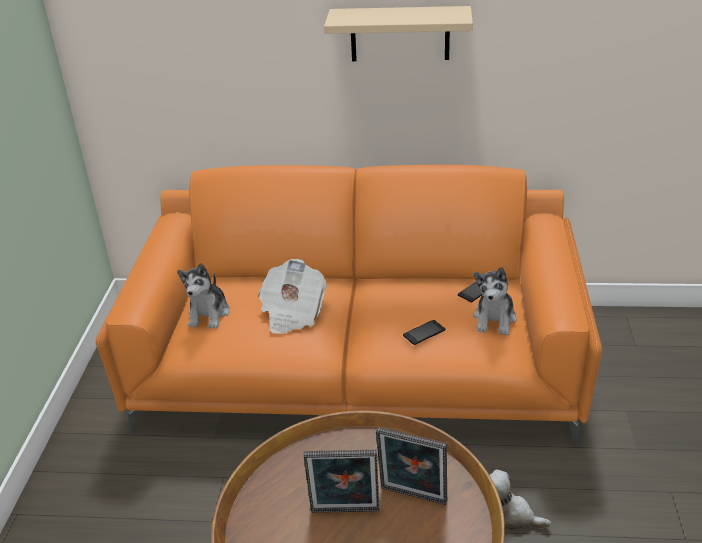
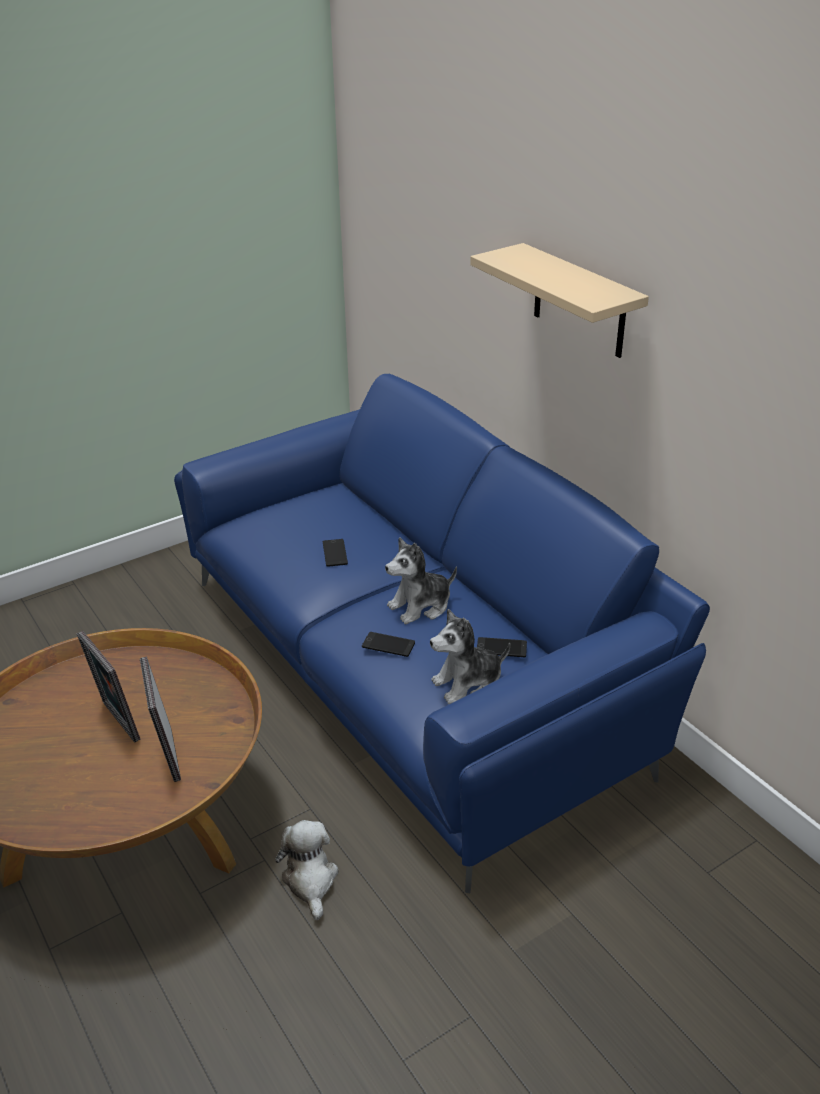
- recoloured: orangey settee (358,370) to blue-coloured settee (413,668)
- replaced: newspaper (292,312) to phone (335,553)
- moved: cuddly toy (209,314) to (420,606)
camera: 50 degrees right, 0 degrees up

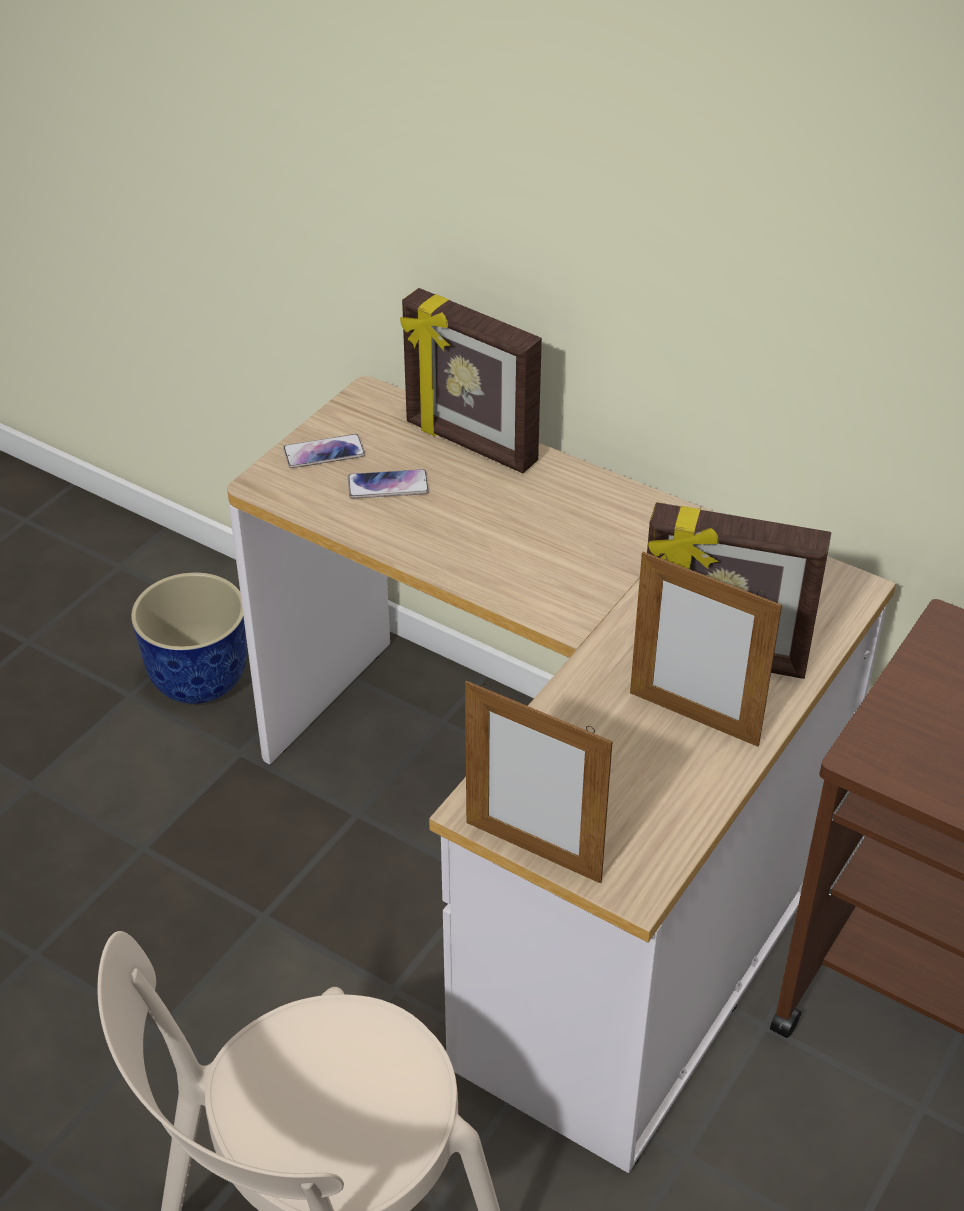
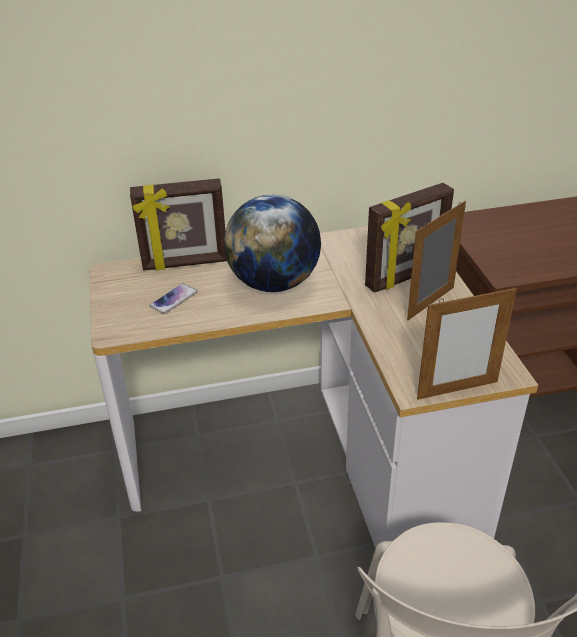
- removed: phone (324,452)
- turned: picture frame (693,718) = (431,303) 150 degrees clockwise
- removed: flower pot (200,679)
- added: desk globe (274,283)
camera: 45 degrees left, 5 degrees down

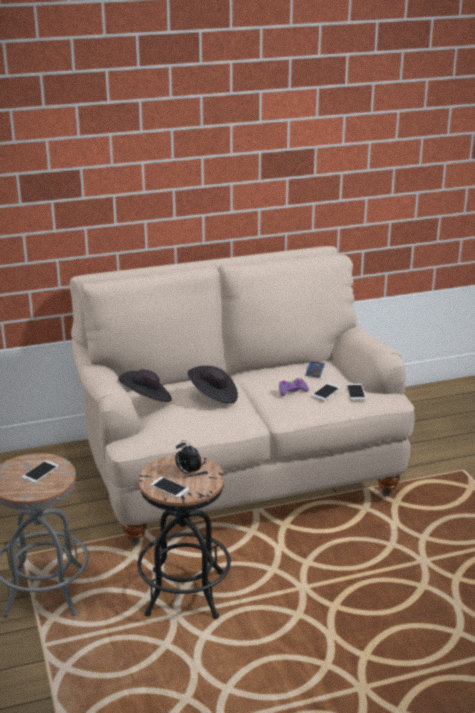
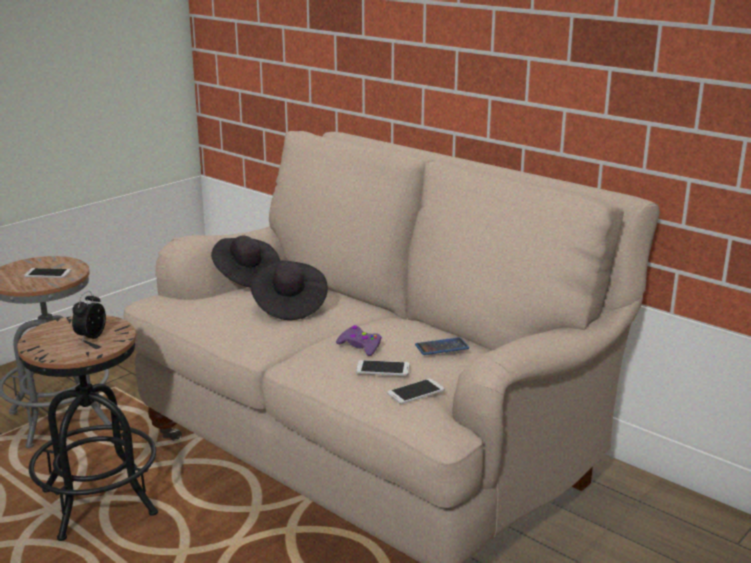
- removed: phone (169,487)
camera: 60 degrees right, 5 degrees down

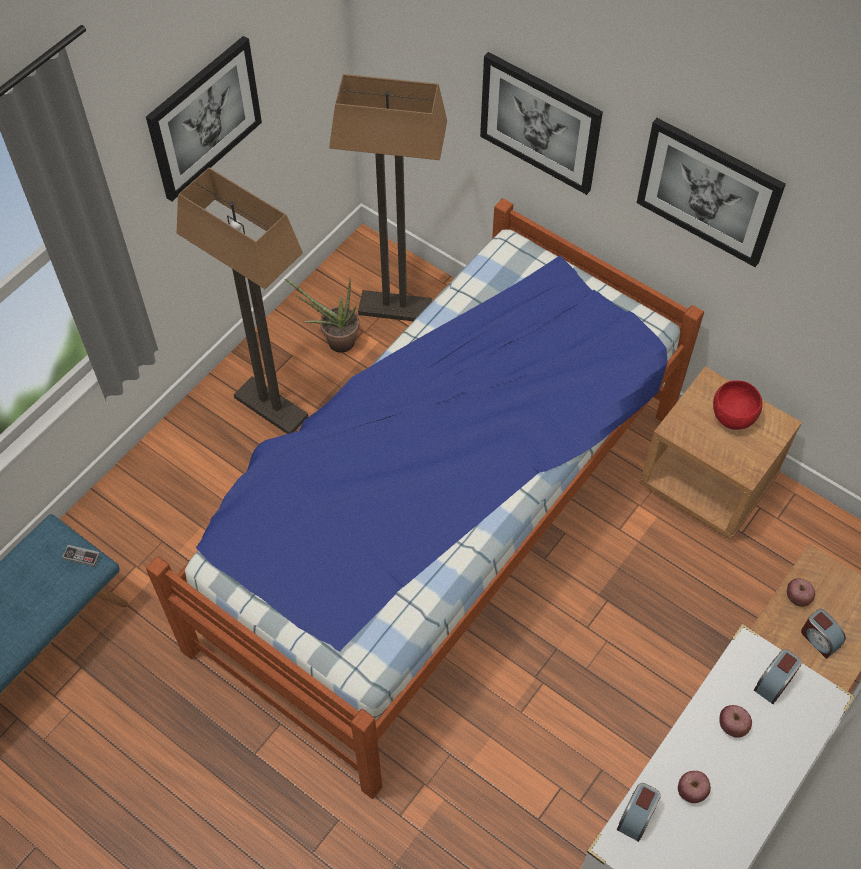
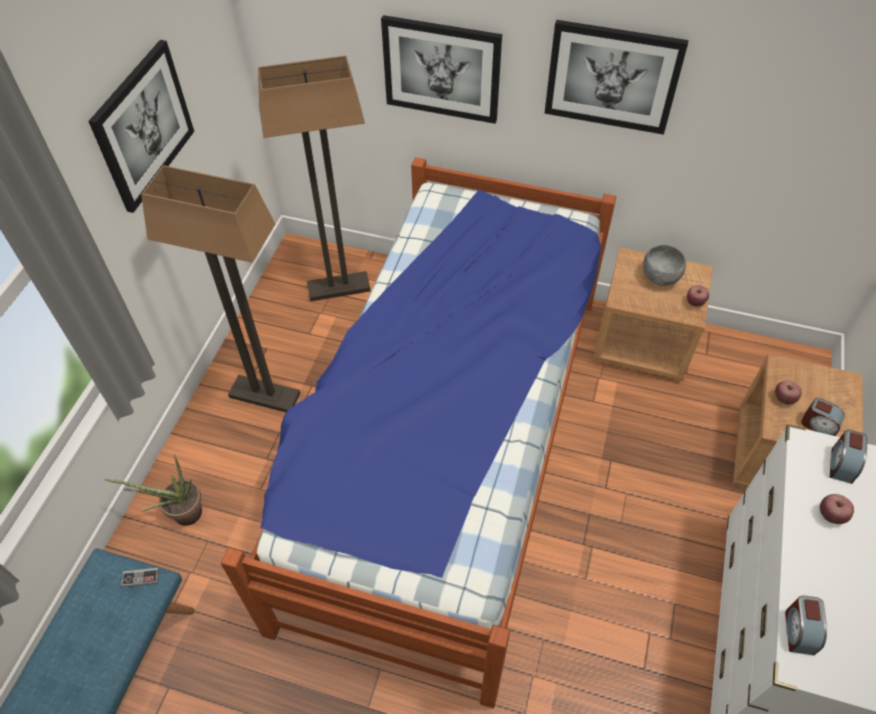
- moved: houseplant (335,341) to (181,515)
- recoloured: red bowl (733,416) to greyish bowl (660,277)
- moved: whole apple (691,791) to (695,302)
camera: 20 degrees left, 5 degrees down

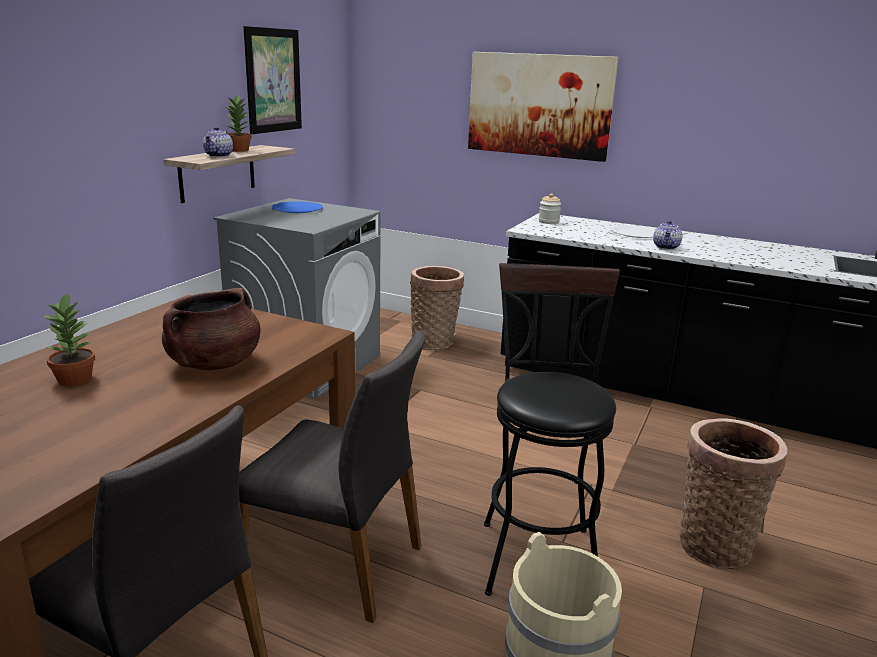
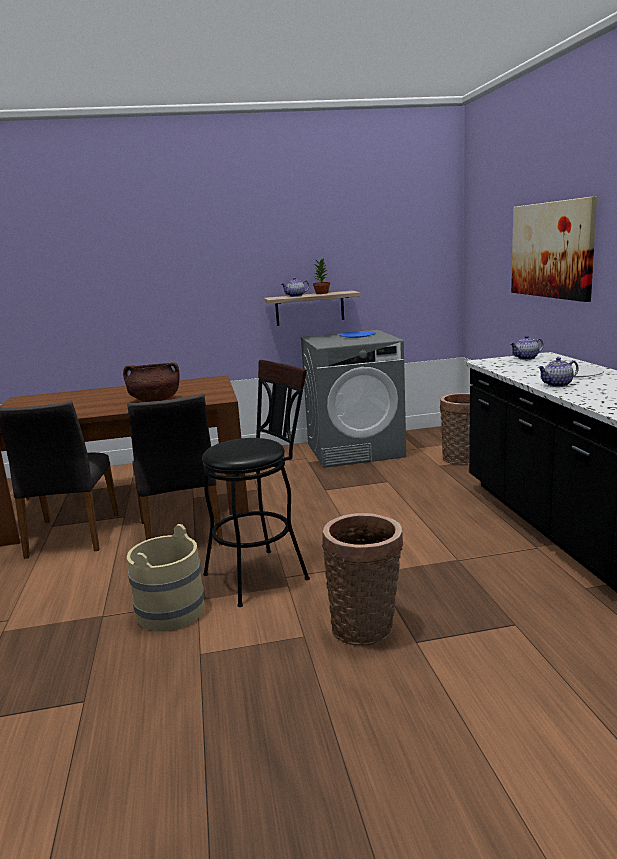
- removed: picture (273,80)
- replaced: jar (548,222) to teapot (526,358)
- removed: houseplant (76,379)
camera: 55 degrees right, 5 degrees down

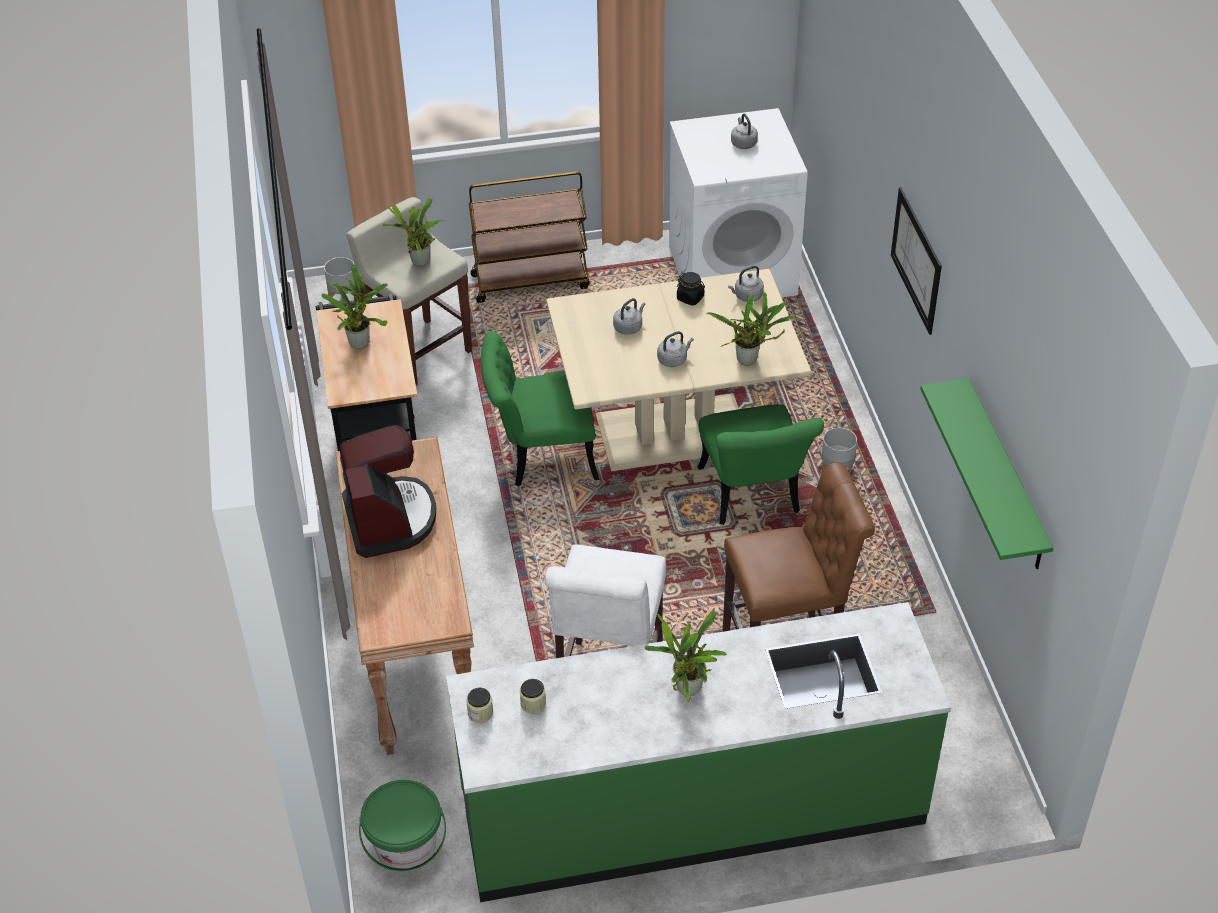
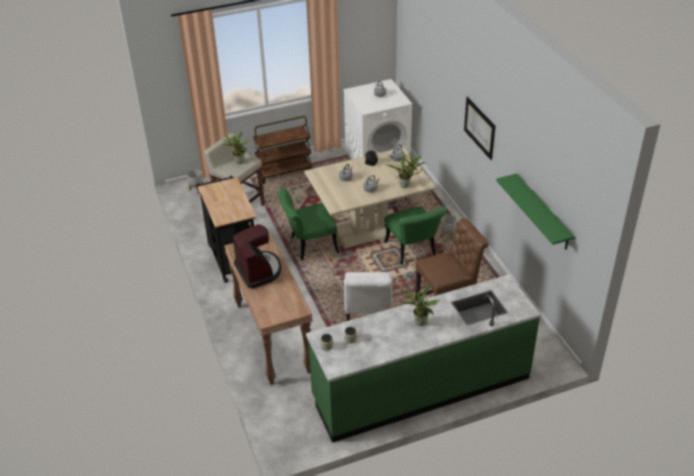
- removed: houseplant (360,341)
- removed: green pail (406,846)
camera: 10 degrees left, 5 degrees down

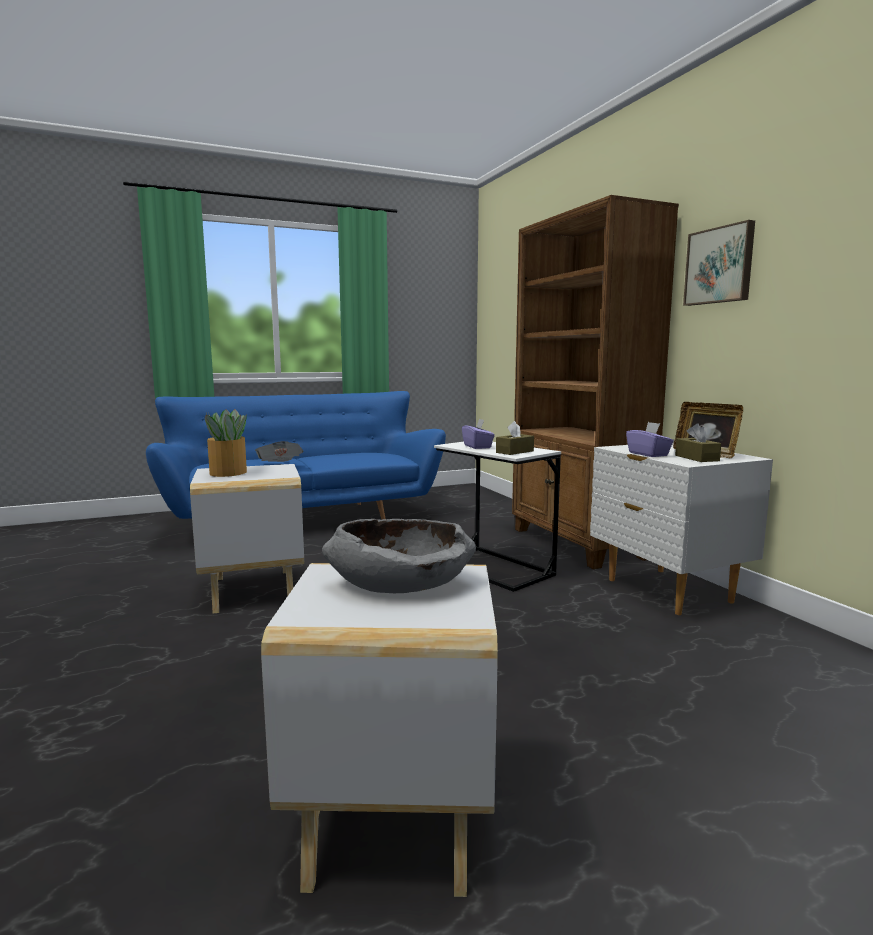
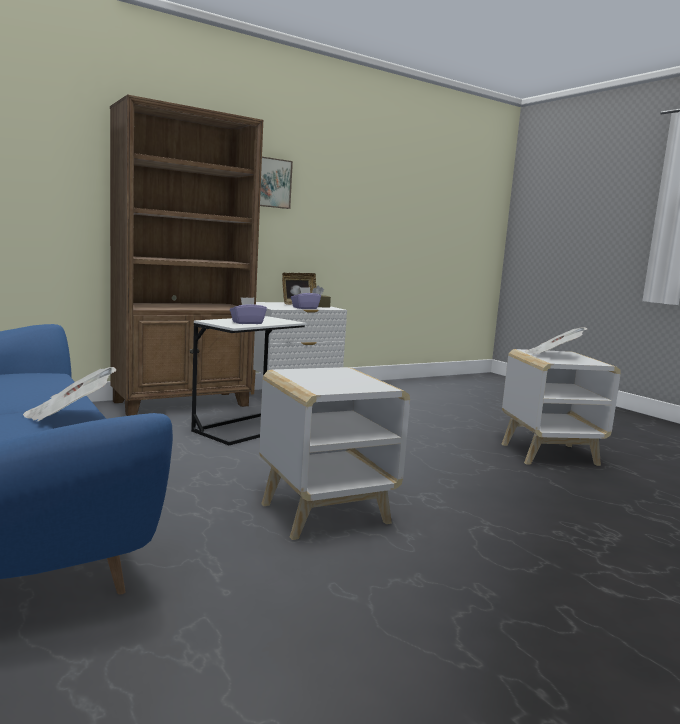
- removed: houseplant (227,473)
- removed: brown box of tissues (514,452)
- replaced: greyish bowl (400,583) to newspaper (552,355)
camera: 100 degrees left, 0 degrees up

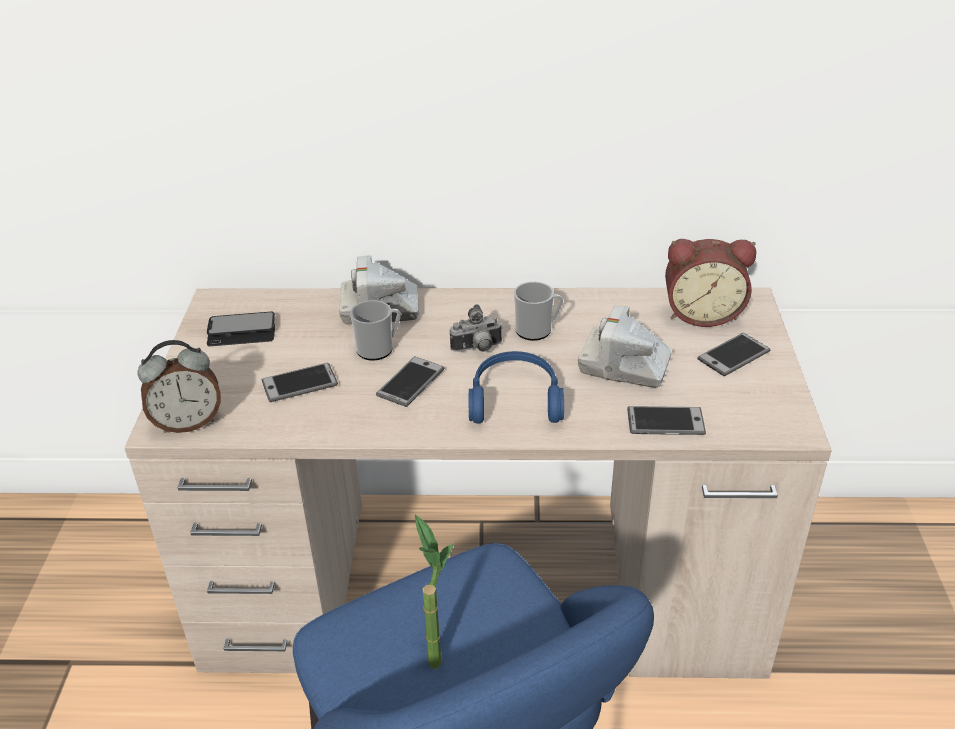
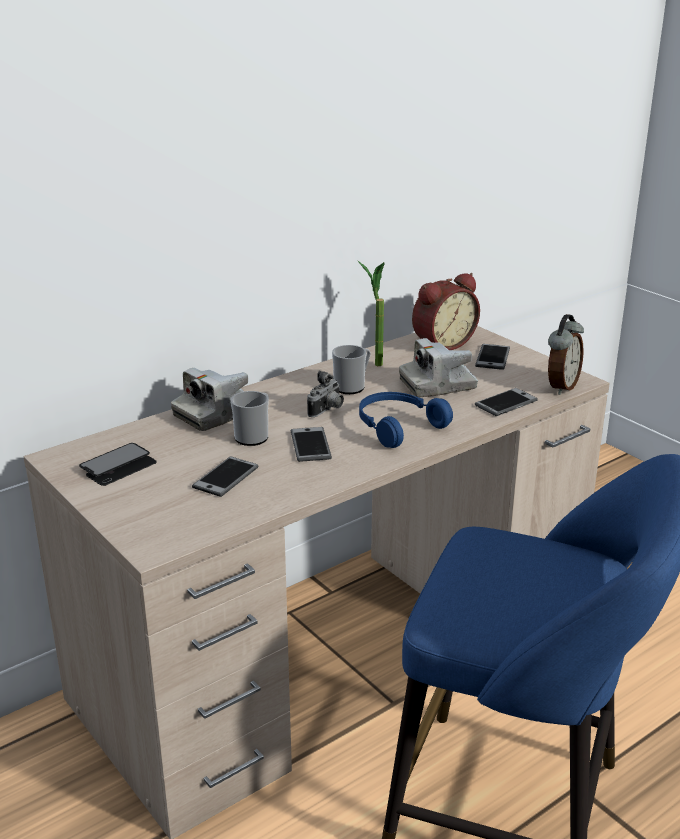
- moved: bedside clock (188,423) to (561,387)
- moved: houseplant (434,651) to (372,362)
camera: 40 degrees left, 10 degrees down

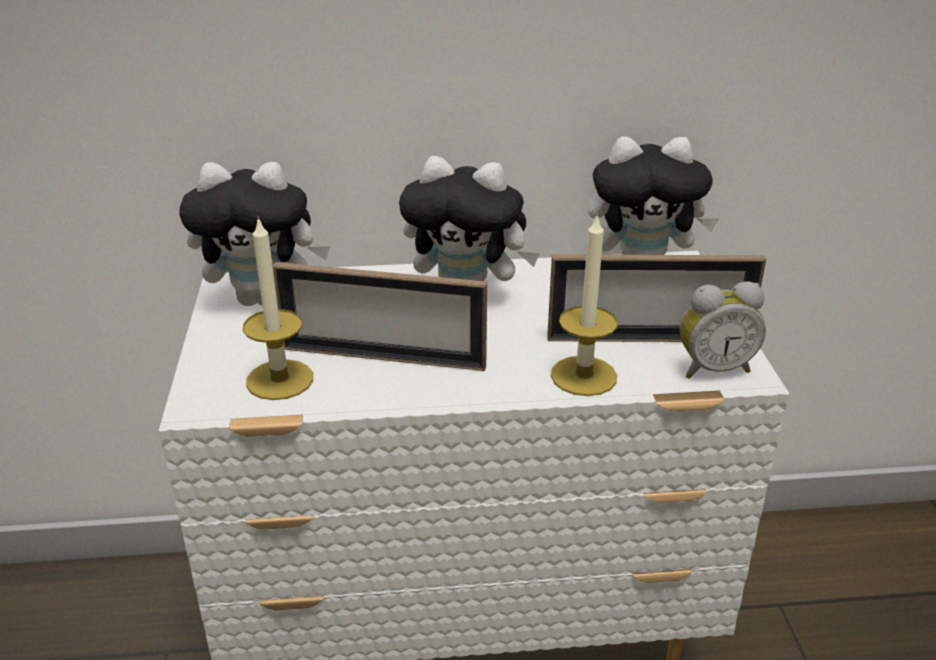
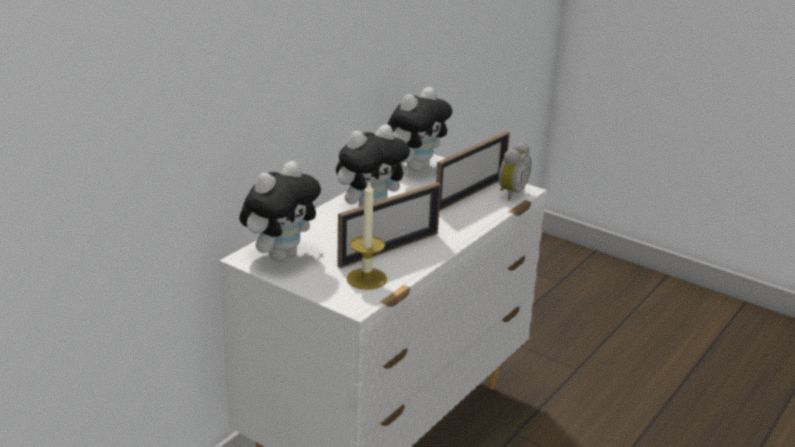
- removed: candle (583,376)
camera: 50 degrees left, 5 degrees down

